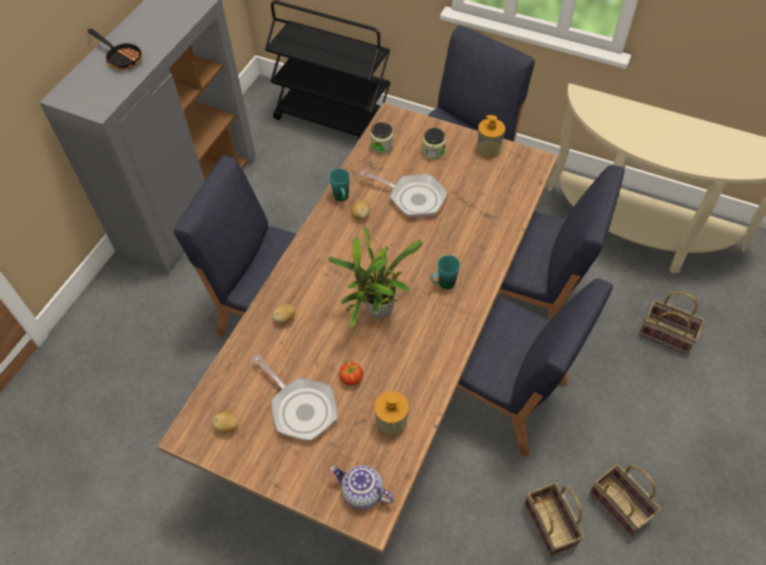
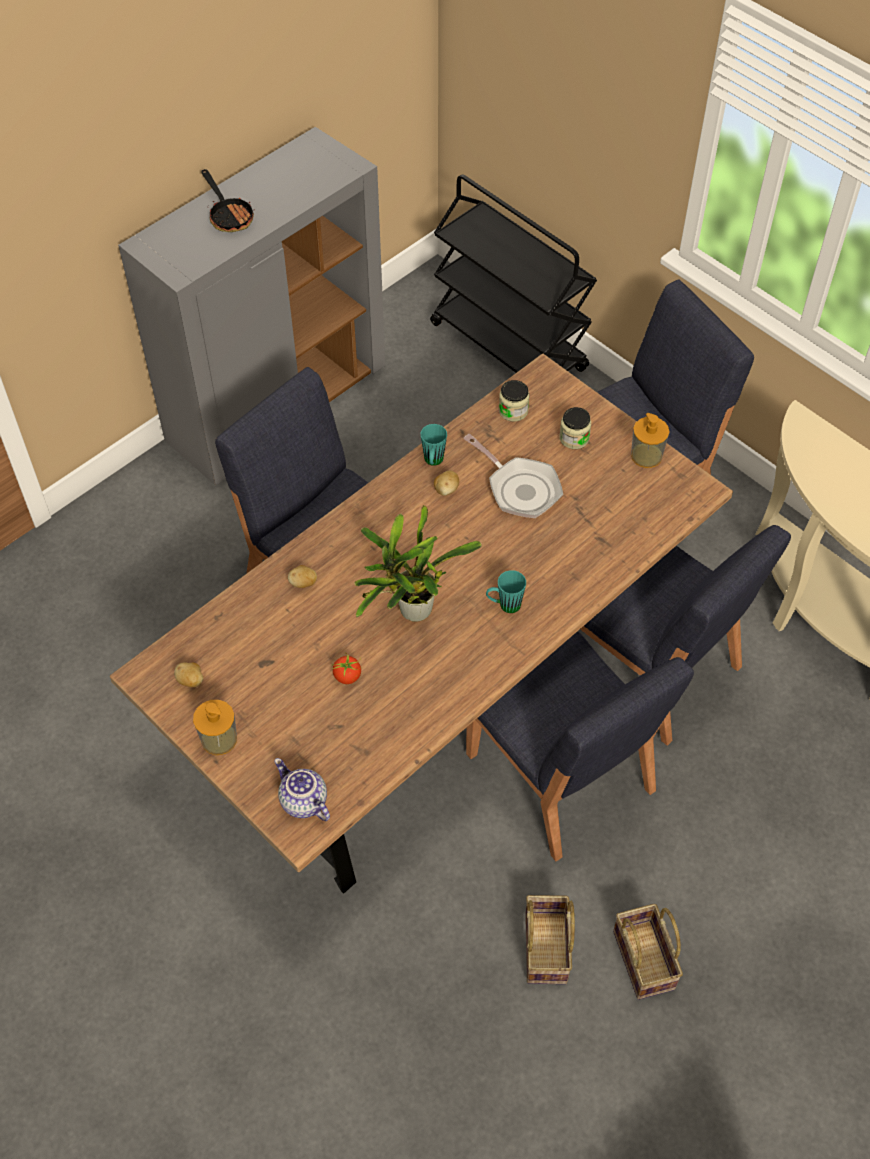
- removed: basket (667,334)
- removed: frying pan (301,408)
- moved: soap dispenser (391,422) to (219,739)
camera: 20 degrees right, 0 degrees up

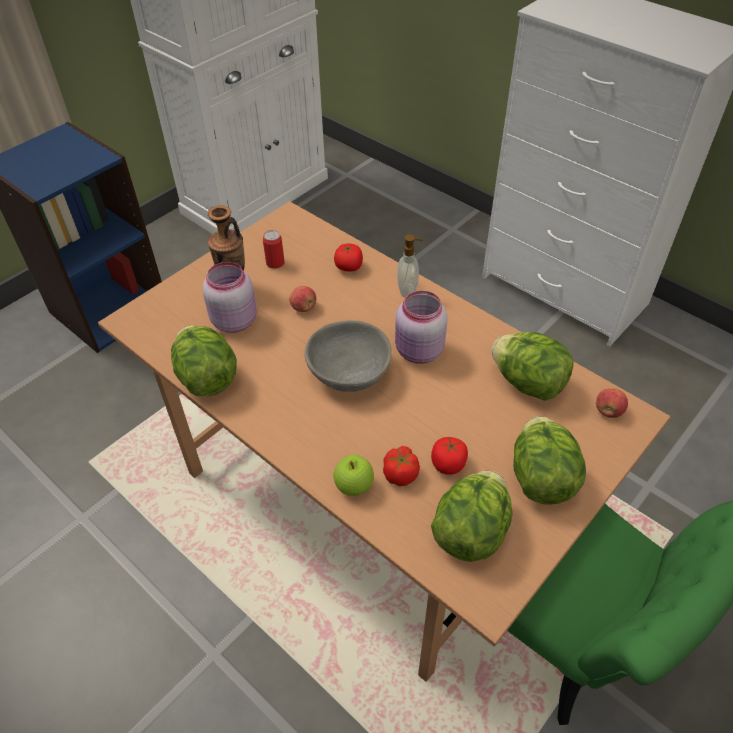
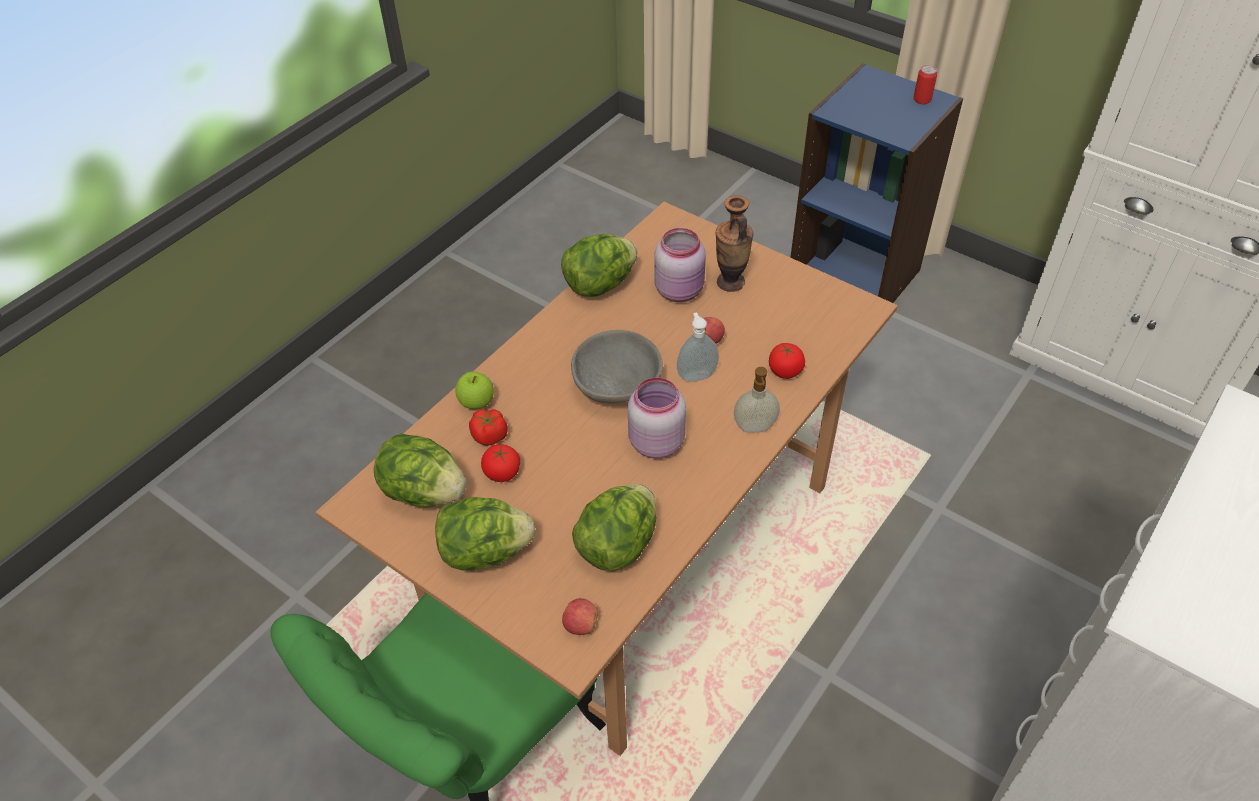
- moved: metal can (275,263) to (922,99)
- added: soap dispenser (696,375)
camera: 85 degrees right, 0 degrees up

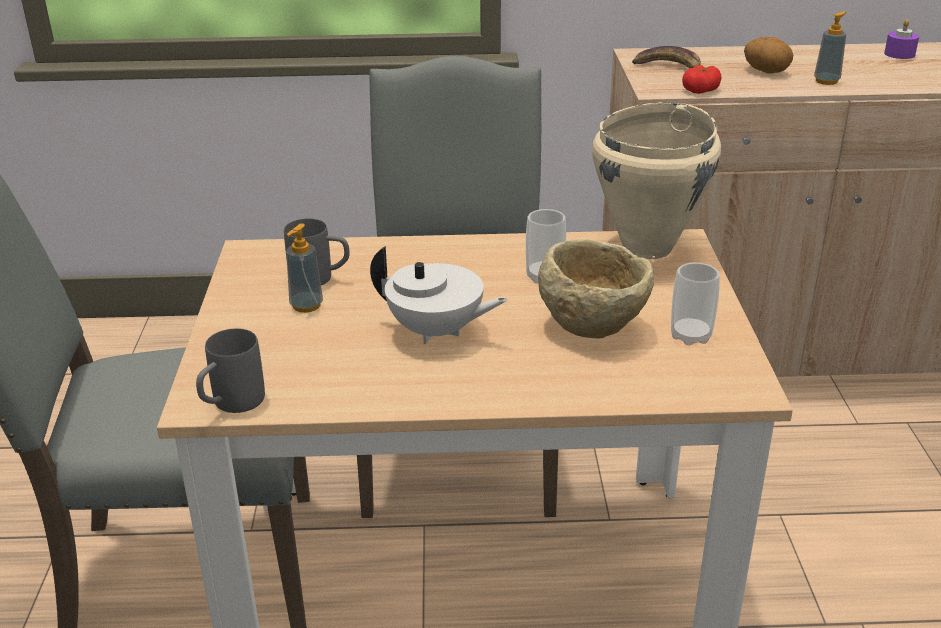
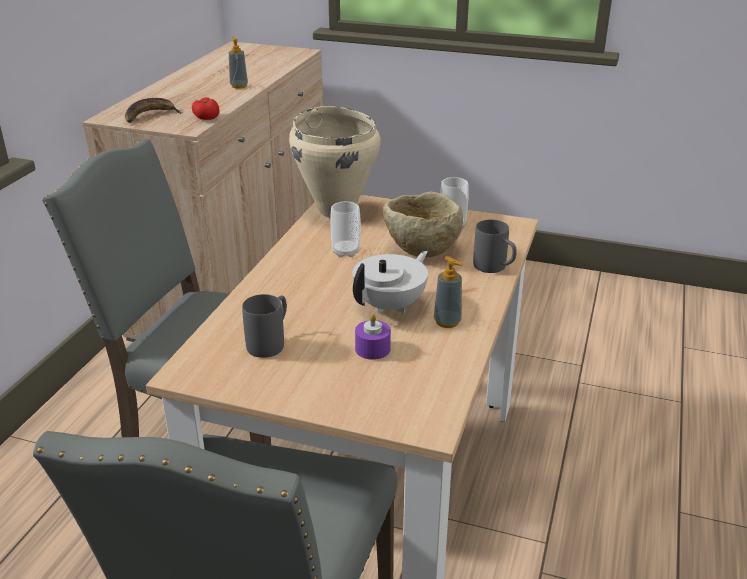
- moved: purple candle (899,54) to (372,349)
- removed: whole potato (766,71)
- moved: soap dispenser (306,305) to (447,322)
- moved: greyish tea mug (231,405) to (495,268)
camera: 70 degrees left, 0 degrees up

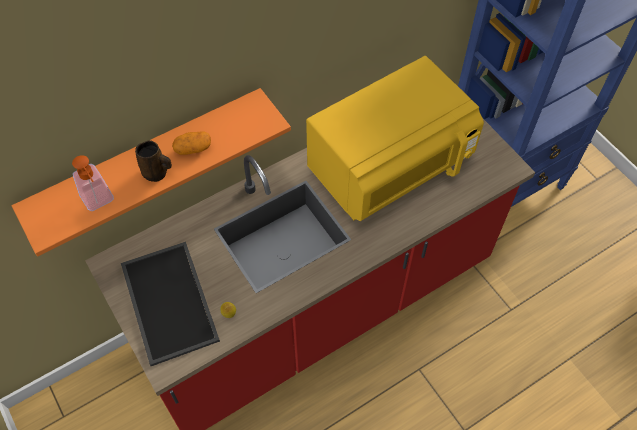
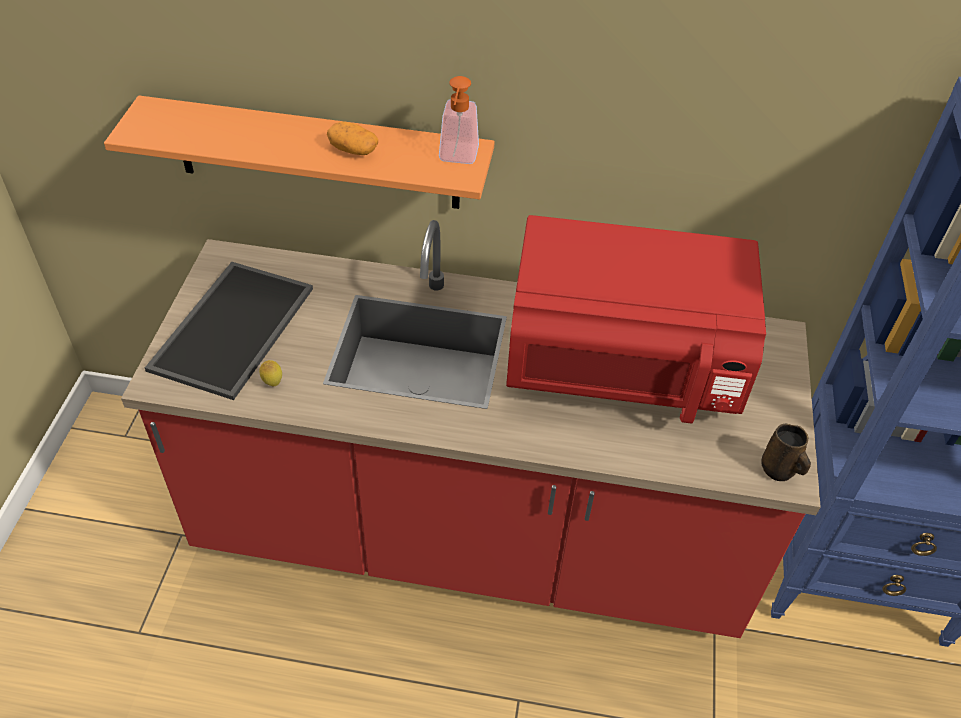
- recoloured: yellow microwave (390,168) to red microwave (621,369)
- moved: brown tea mug (156,173) to (779,470)
- moved: soap dispenser (100,202) to (457,158)
camera: 40 degrees right, 10 degrees down

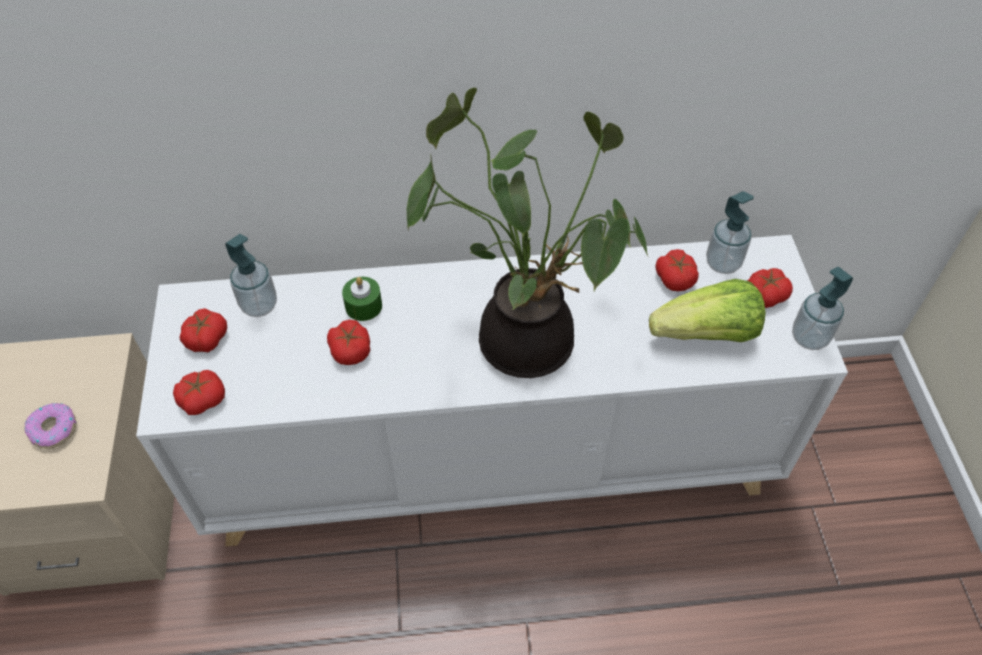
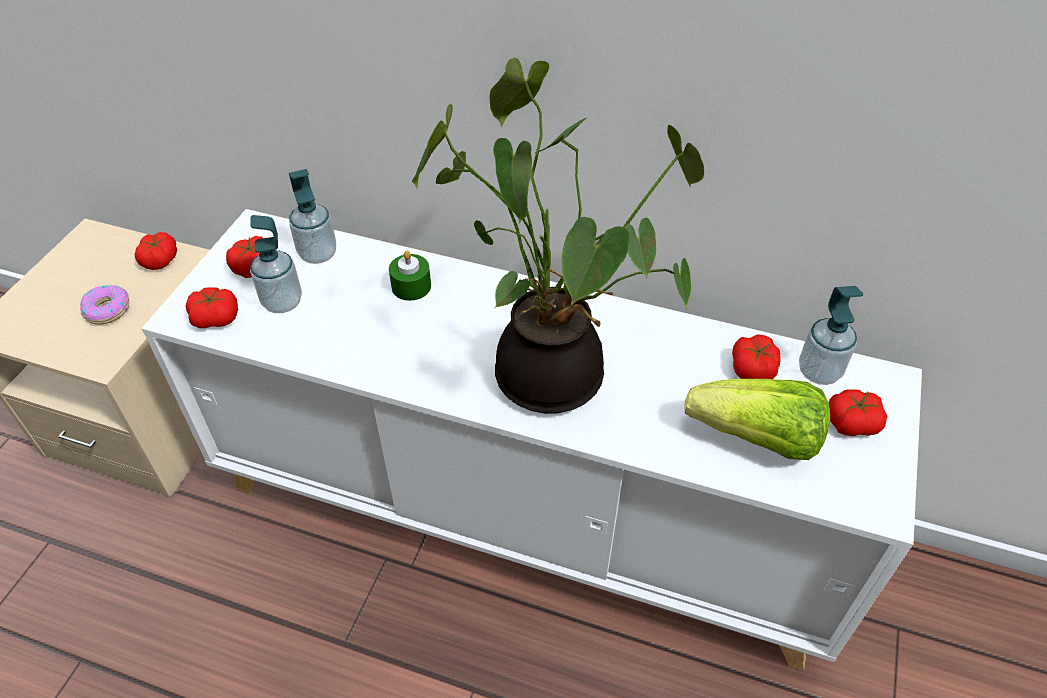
- moved: soap dispenser (809,337) to (282,302)
- moved: whole tomato (351,350) to (160,259)
camera: 25 degrees right, 5 degrees down

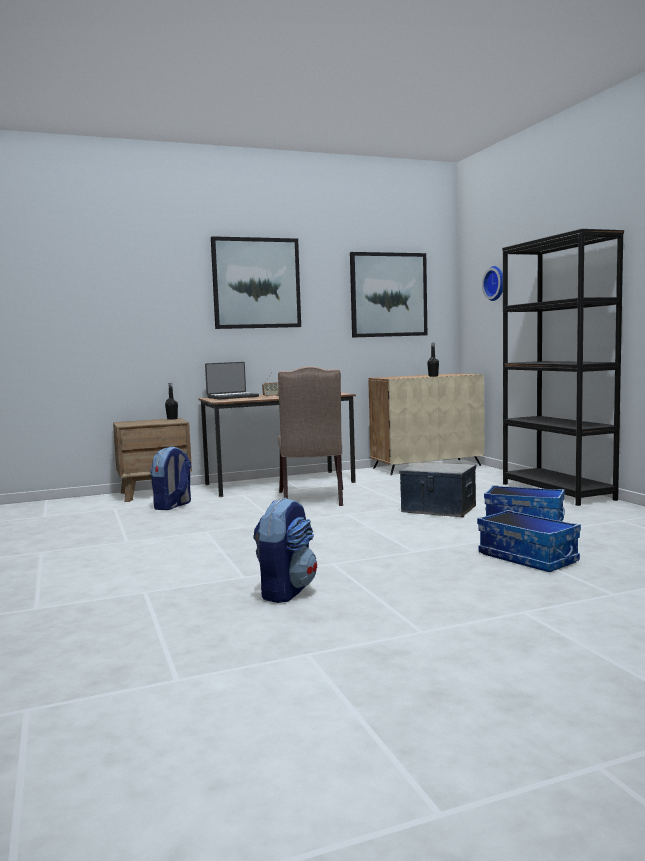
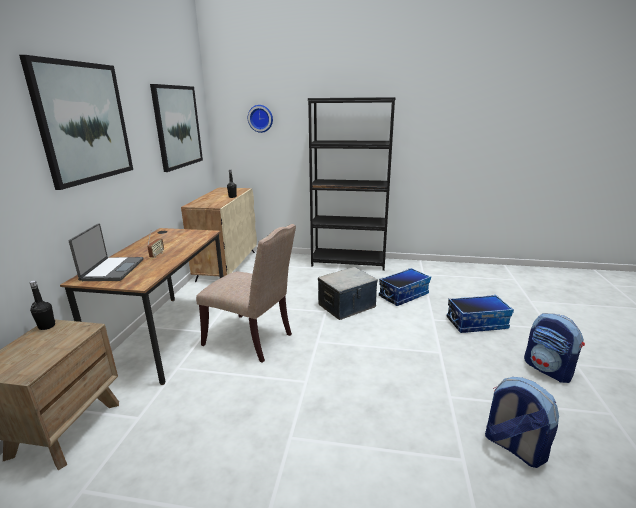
- moved: rucksack (173,506) to (548,369)
camera: 60 degrees left, 15 degrees up

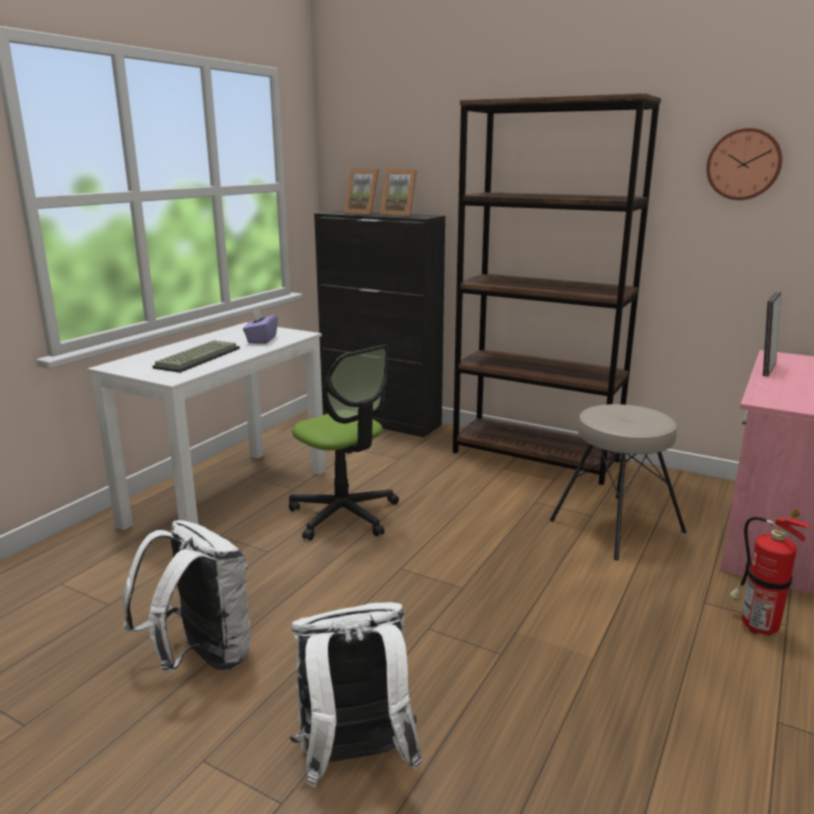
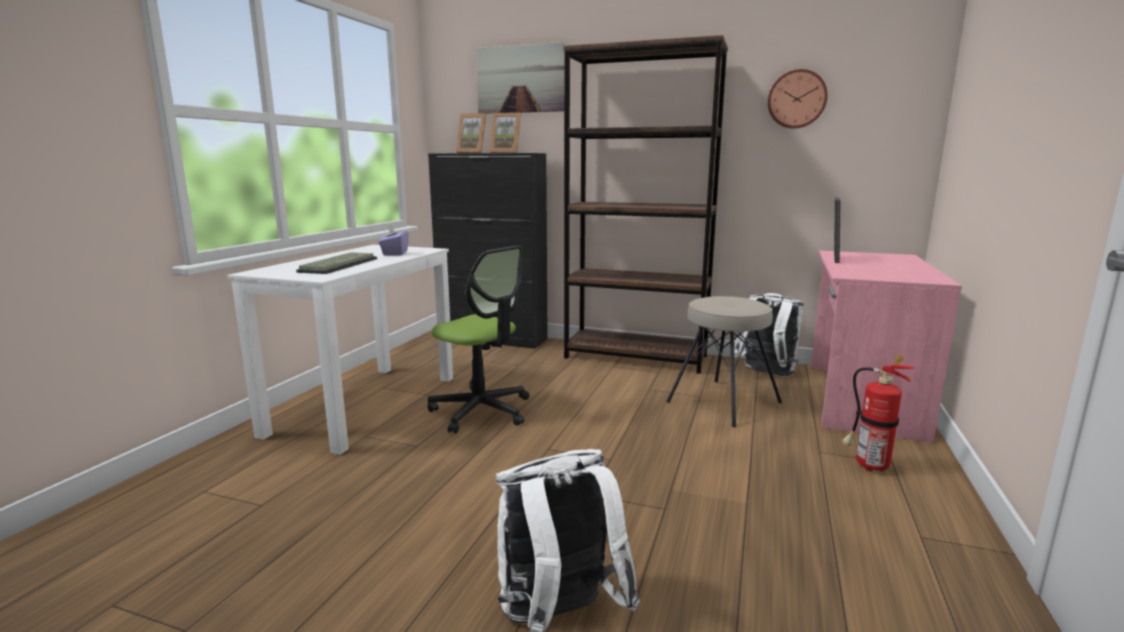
- moved: white rucksack (201,657) to (765,374)
- added: picture (520,79)
camera: 10 degrees left, 5 degrees down

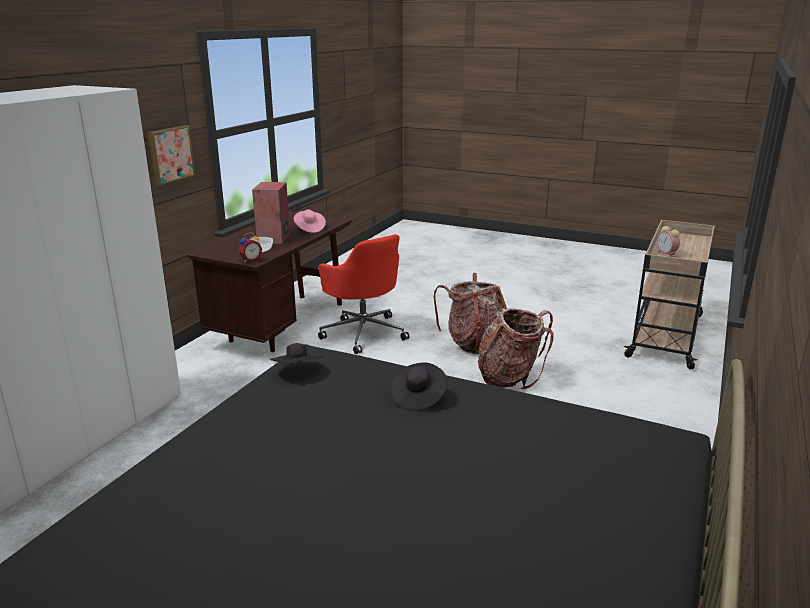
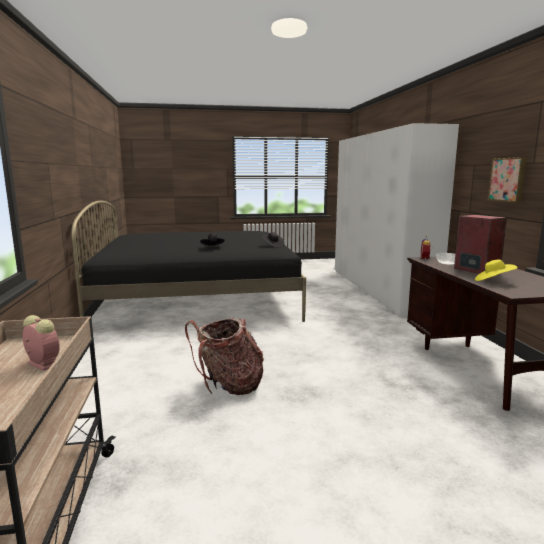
- recoloured: pinkish wearable hat (309,228) to yellow wearable hat (493,281)
- removed: red desk chair (363,332)
- removed: rucksack (474,342)
camera: 145 degrees right, 10 degrees down

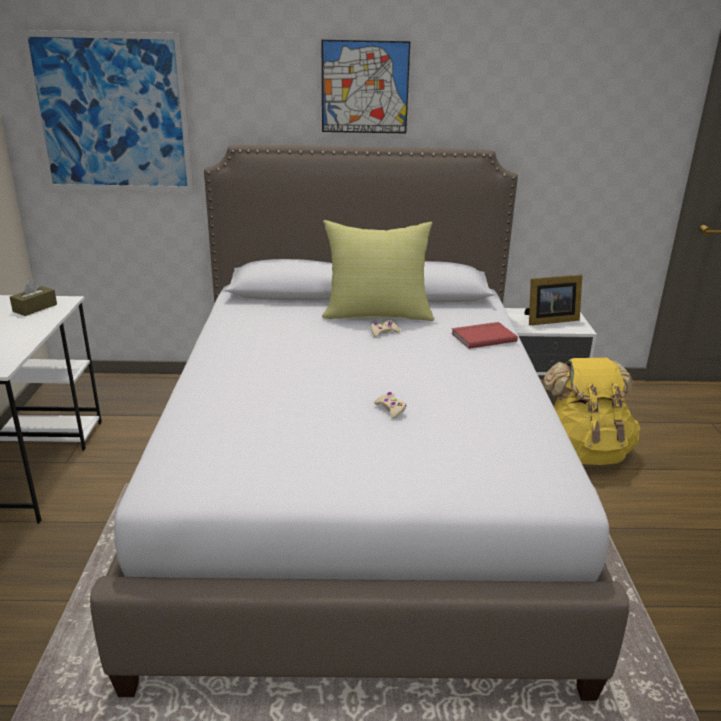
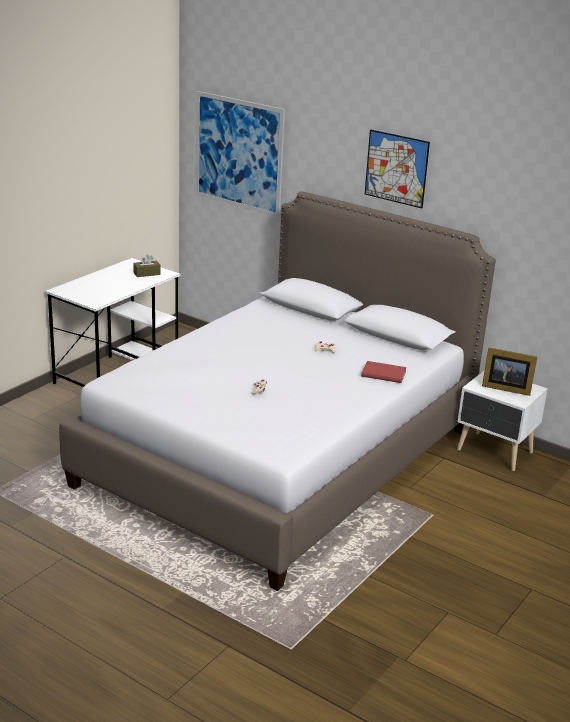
- removed: yellow pillow (377,314)
- removed: yellow rucksack (584,451)
camera: 35 degrees right, 0 degrees up

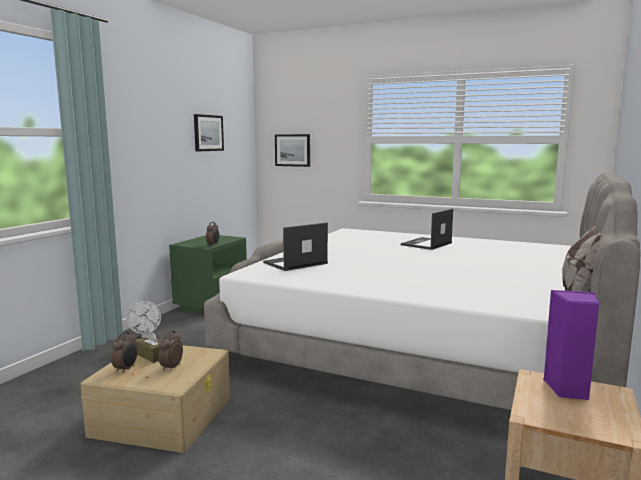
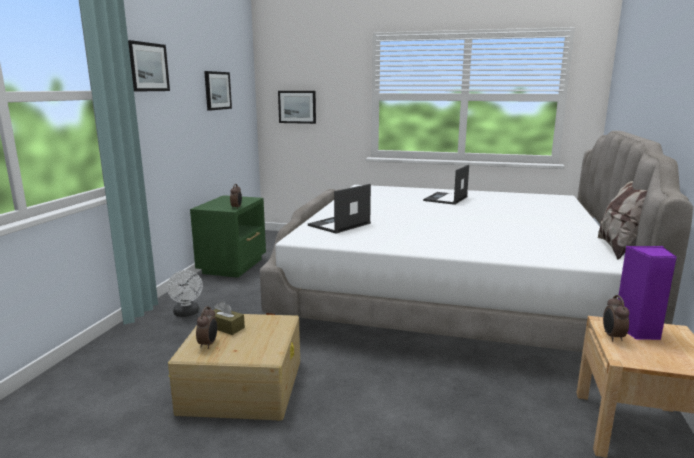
- moved: bedside clock (171,368) to (612,337)
- added: picture (147,67)
camera: 10 degrees left, 5 degrees up

